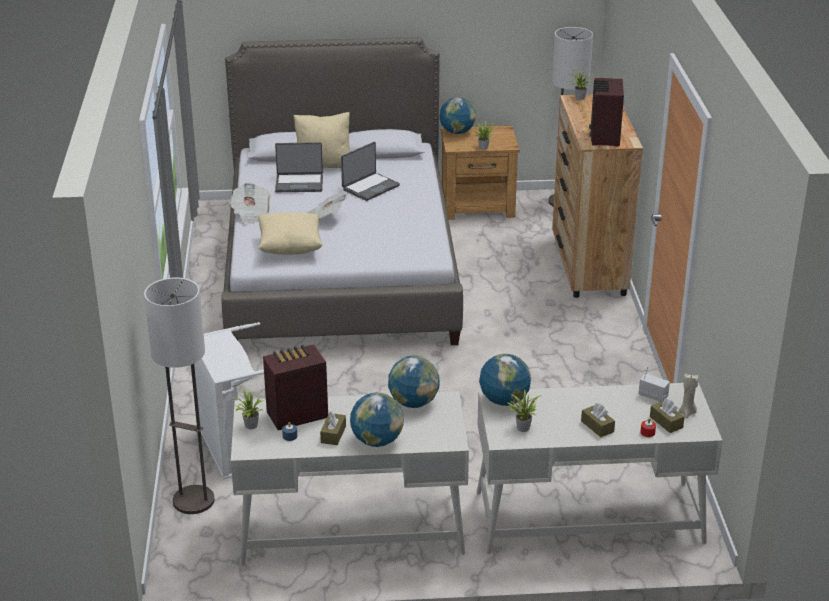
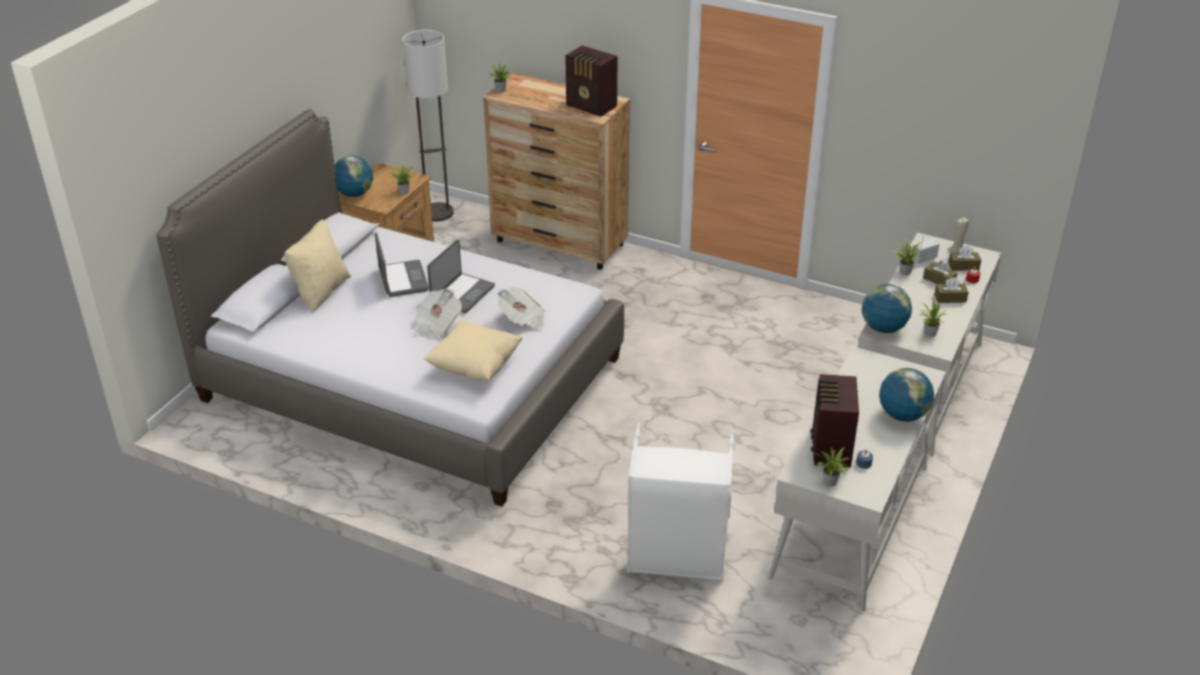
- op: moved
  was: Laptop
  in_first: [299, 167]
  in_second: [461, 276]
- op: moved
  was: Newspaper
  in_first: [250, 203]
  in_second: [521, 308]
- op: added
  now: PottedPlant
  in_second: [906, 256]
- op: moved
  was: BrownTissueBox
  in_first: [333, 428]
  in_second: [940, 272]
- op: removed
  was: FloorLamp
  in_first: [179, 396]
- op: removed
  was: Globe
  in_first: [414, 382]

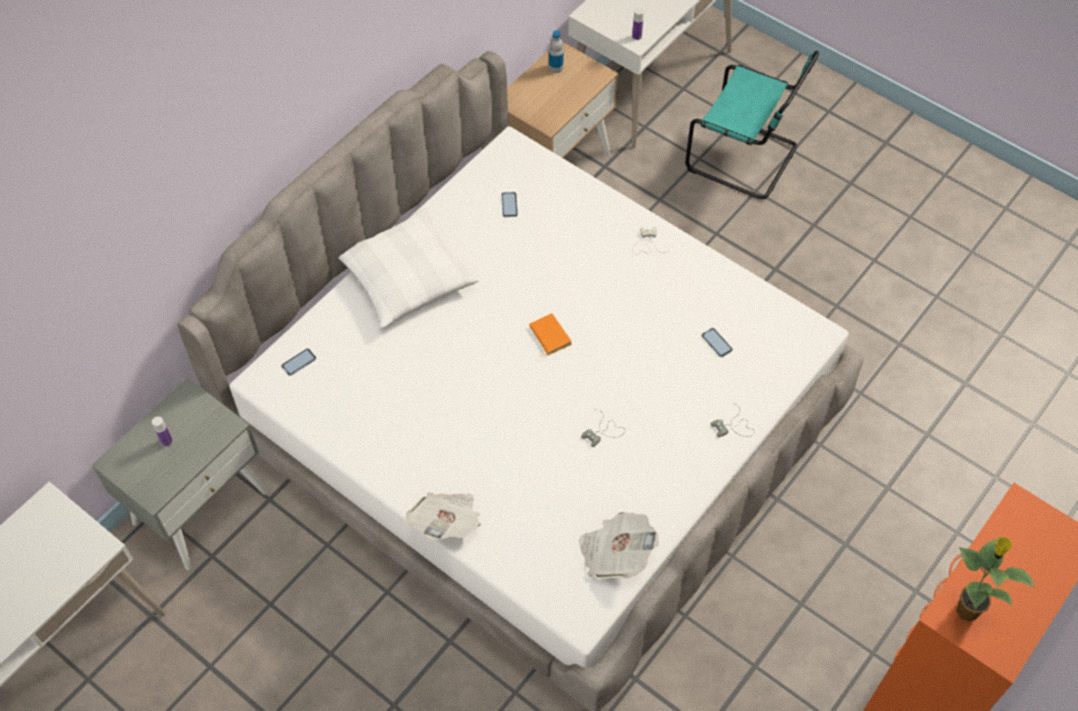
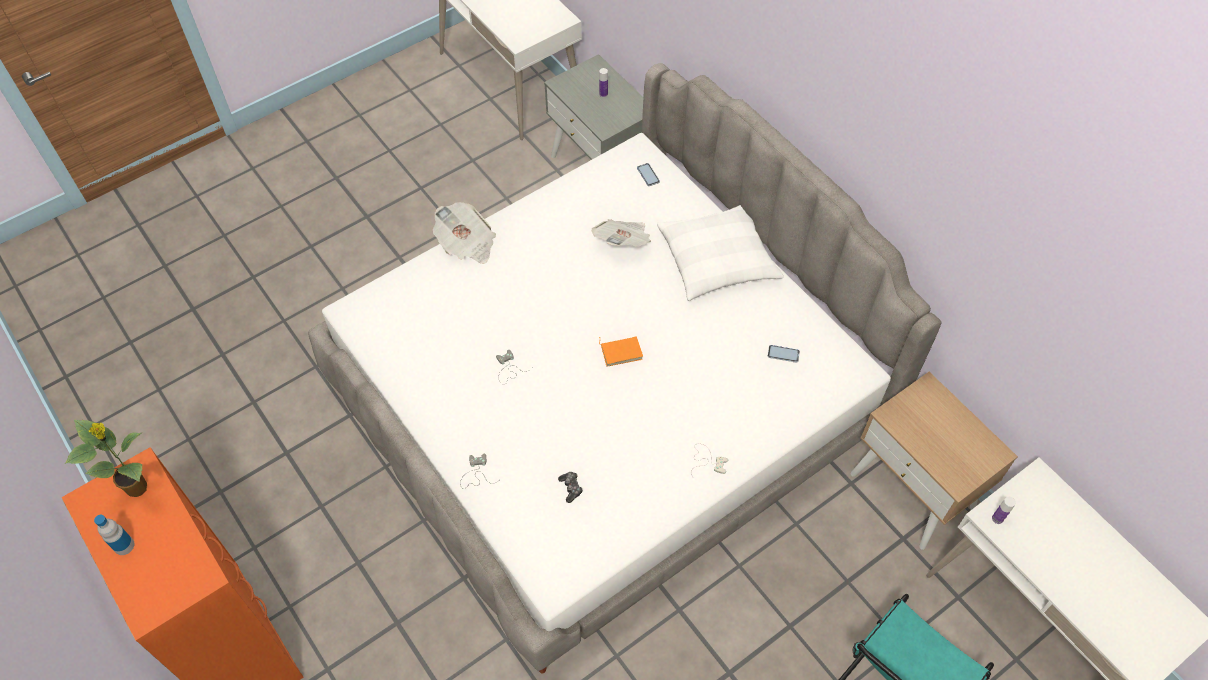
- op: moved
  was: Bottle
  in_first: [556, 51]
  in_second: [114, 535]
- op: replaced
  was: Phone
  now: GameController
  in_first: [717, 342]
  in_second: [570, 487]
- op: moved
  was: Newspaper
  in_first: [618, 545]
  in_second: [621, 233]

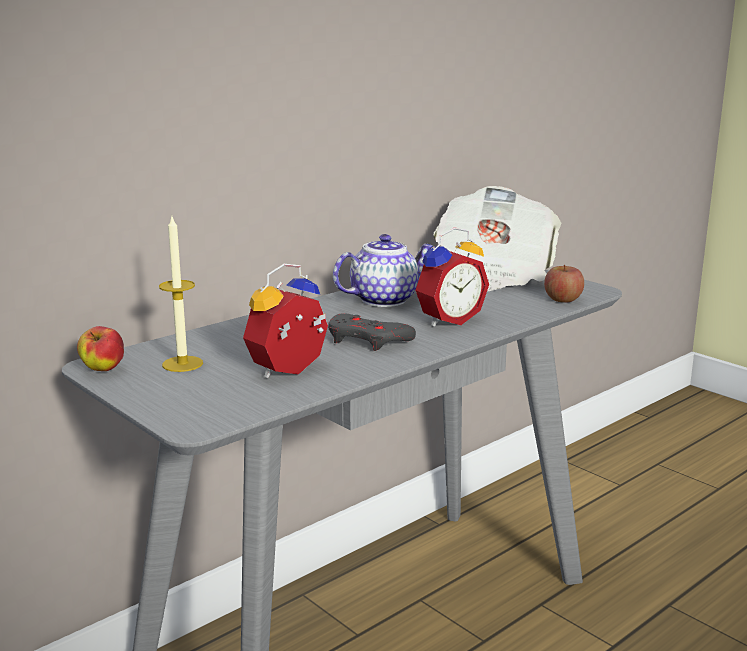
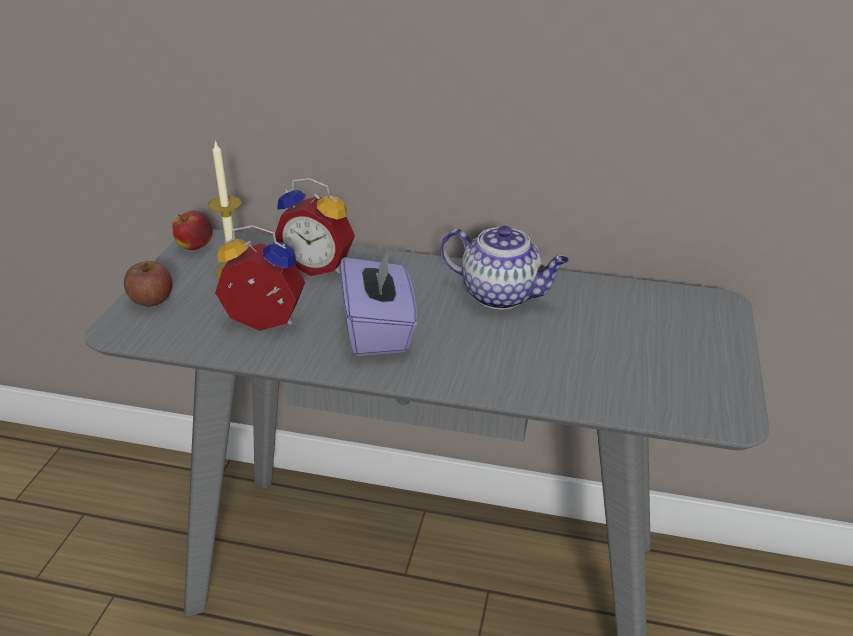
- op: moved
  was: Apple
  in_first: [564, 284]
  in_second: [148, 283]
- op: moved
  was: AlarmClock
  in_first: [452, 276]
  in_second: [315, 227]
- op: replaced
  was: GreyGameController
  now: PurpleTissueBox
  in_first: [372, 332]
  in_second: [378, 301]
- op: removed
  was: Newspaper
  in_first: [497, 238]

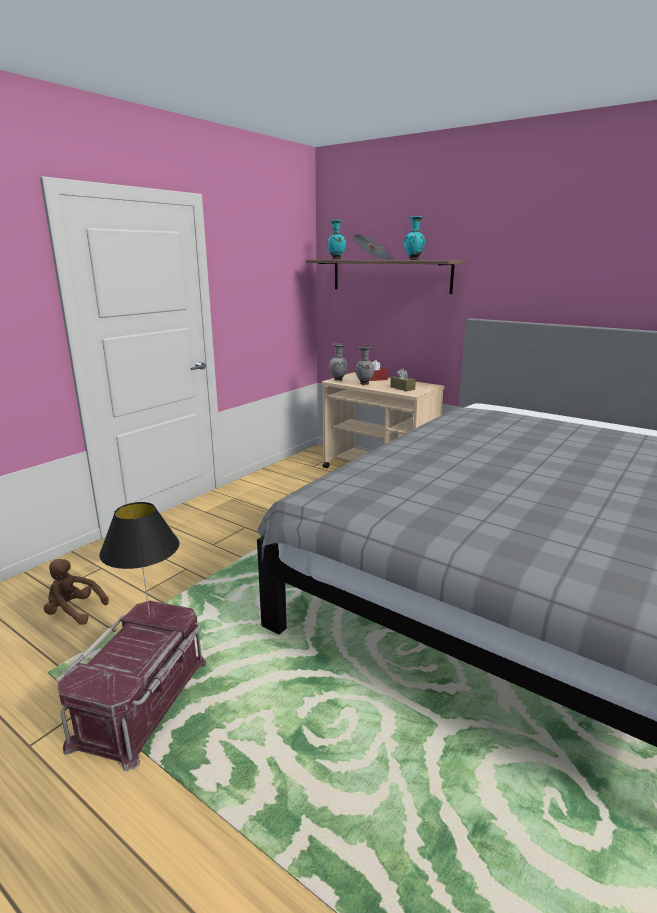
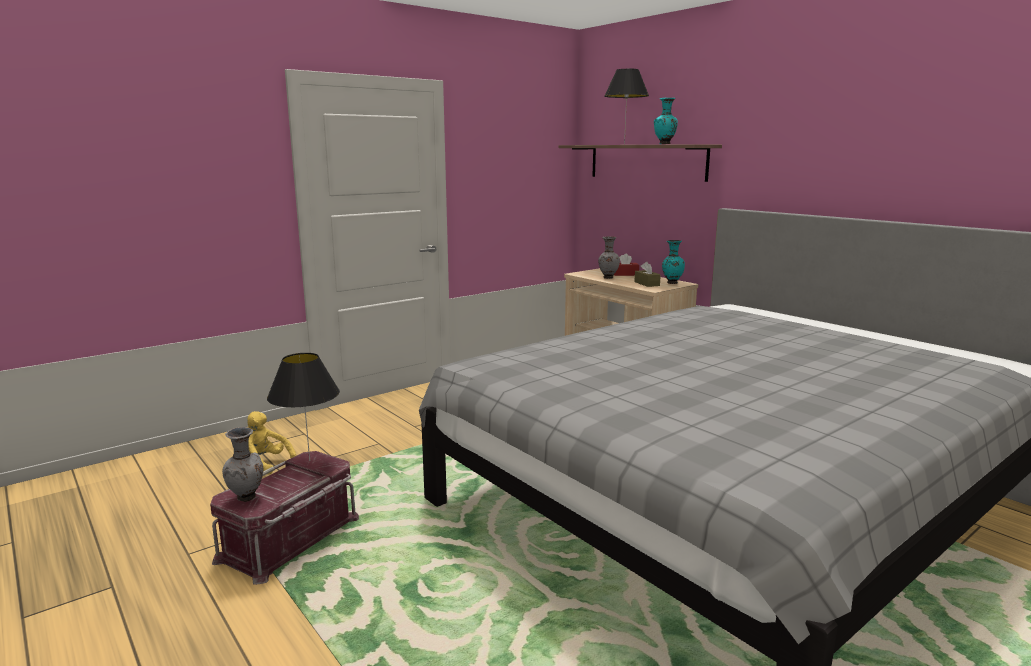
- op: moved
  was: GreyVase
  in_first: [338, 362]
  in_second: [242, 464]
- op: recoloured
  was: BrownPlushToy
  now: YellowPlushToy
  in_first: [76, 592]
  in_second: [272, 443]
- op: replaced
  was: Newspaper
  now: BlackTableLamp
  in_first: [373, 247]
  in_second: [626, 107]
- op: moved
  was: TurquoiseVase
  in_first: [336, 240]
  in_second: [673, 262]

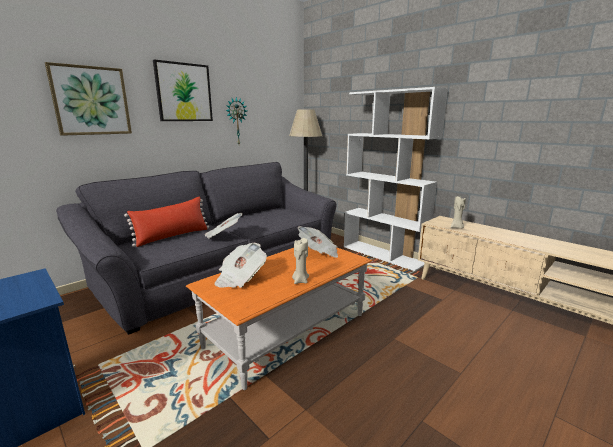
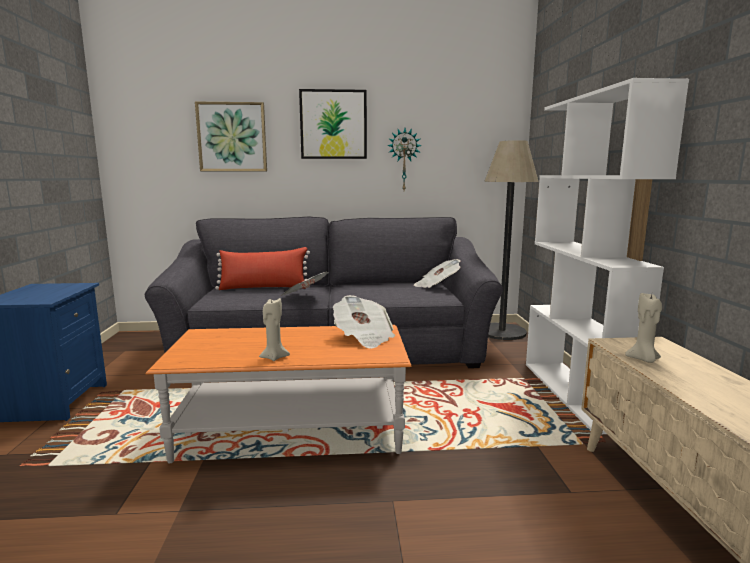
- op: moved
  was: Newspaper
  in_first: [240, 265]
  in_second: [437, 273]

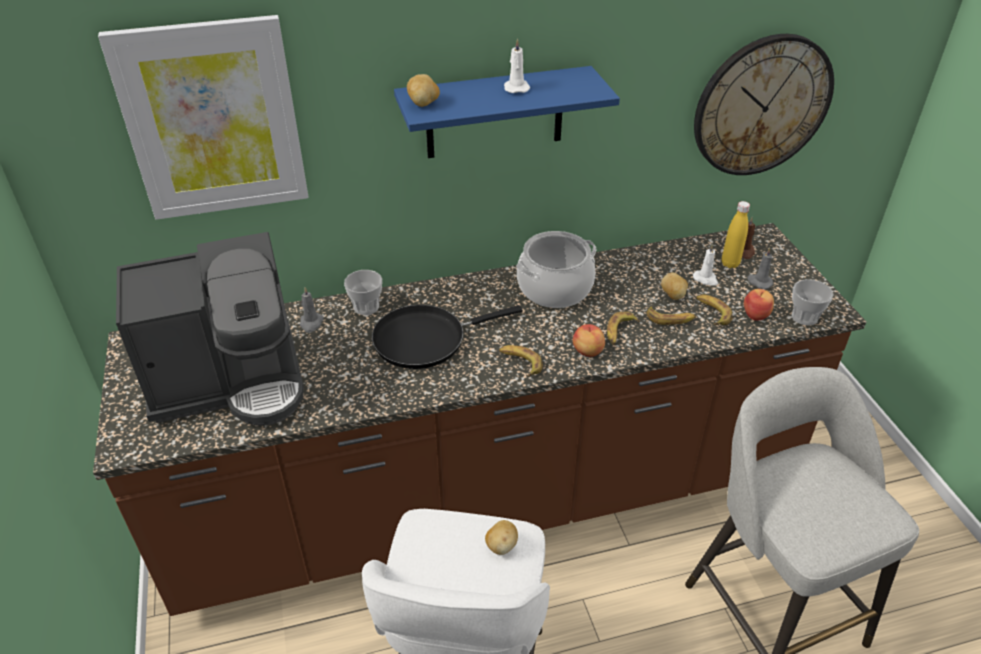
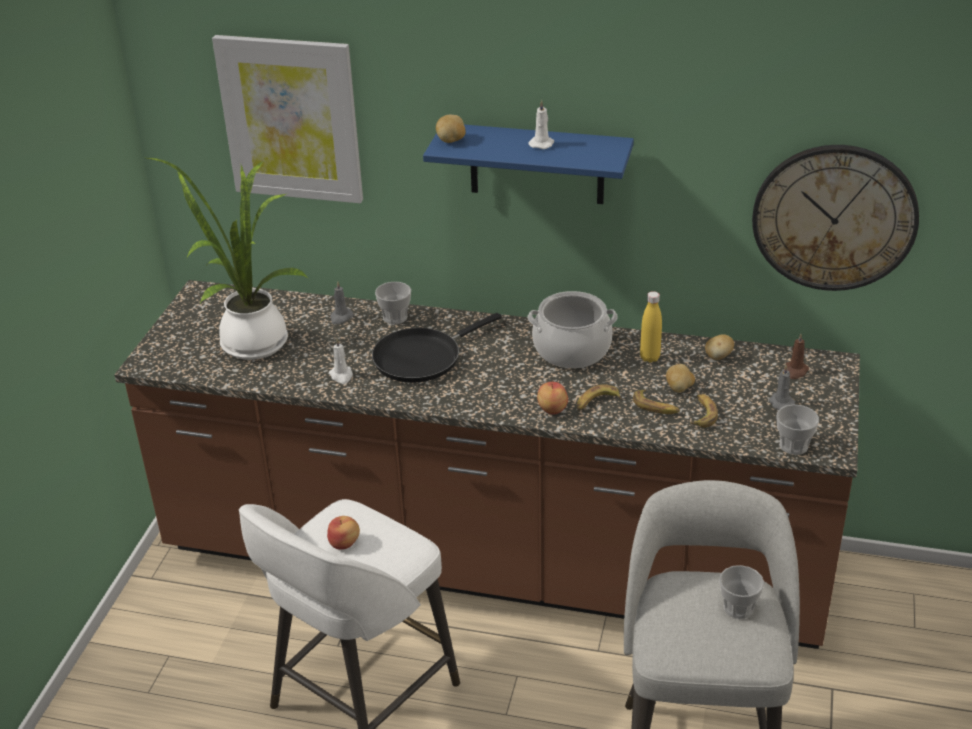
- op: replaced
  was: CoffeeMachine
  now: PottedPlant
  in_first: [210, 329]
  in_second: [227, 259]
- op: moved
  was: Apple
  in_first: [759, 305]
  in_second: [343, 533]
- op: moved
  was: WhiteCandle
  in_first: [705, 265]
  in_second: [341, 361]
- op: turned
  was: BlackFryingPan
  in_first: [447, 337]
  in_second: [436, 348]
  clockwise: -45
- op: moved
  was: YellowBottle
  in_first: [736, 234]
  in_second: [651, 327]
- op: moved
  was: Potato
  in_first: [501, 537]
  in_second: [719, 347]
- op: added
  now: Cup
  in_second: [741, 592]
- op: removed
  was: Banana
  in_first: [521, 361]

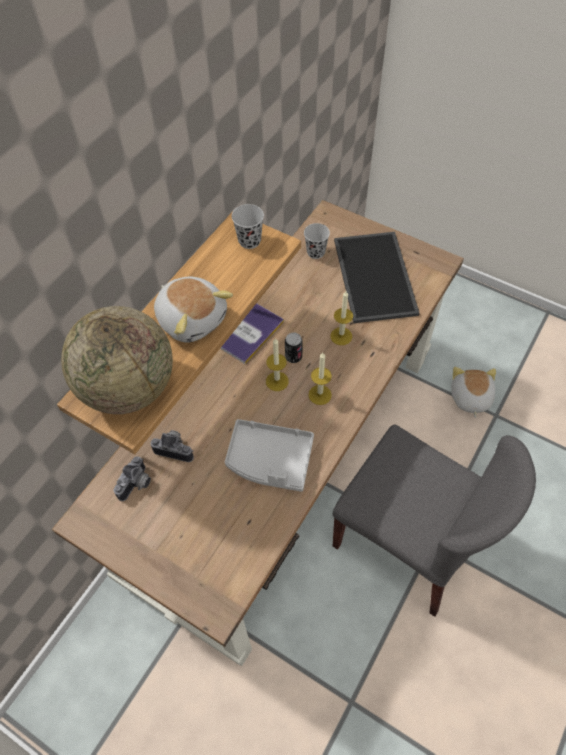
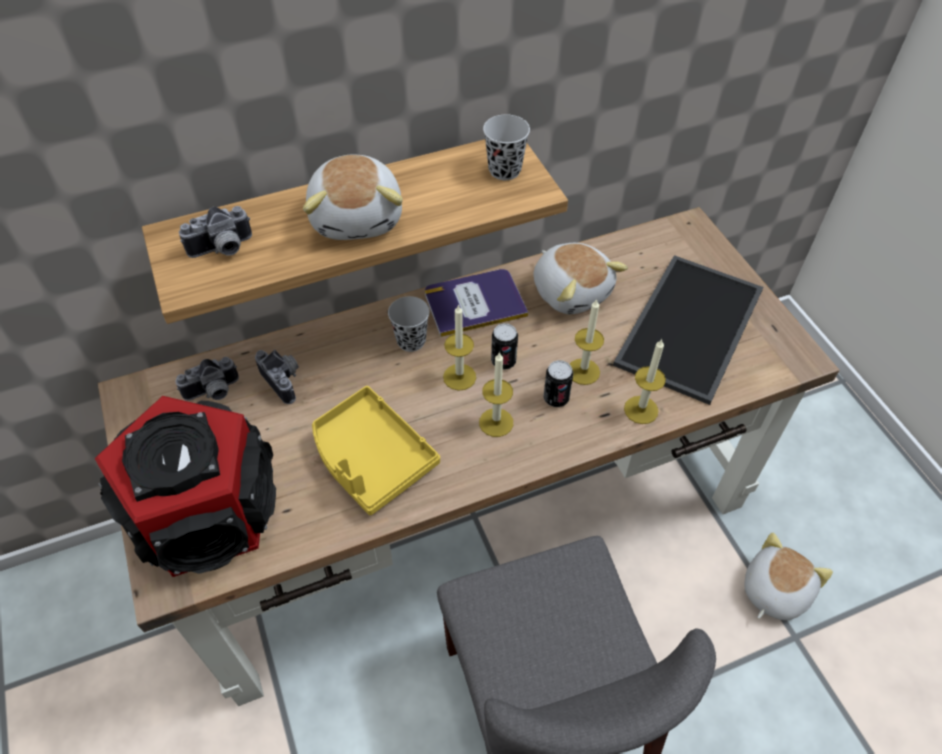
- op: added
  now: Speaker
  in_second: [185, 486]
- op: replaced
  was: Globe
  now: PhotoCamera
  in_first: [117, 360]
  in_second: [215, 232]
- op: recoloured
  was: GreyTray
  now: YellowTray
  in_first: [269, 455]
  in_second: [376, 450]
- op: moved
  was: BlackCup
  in_first: [317, 241]
  in_second: [409, 324]
- op: added
  now: PlushToy
  in_second: [580, 279]
- op: added
  now: Can
  in_second: [558, 383]
- op: added
  now: Candle
  in_second: [645, 381]

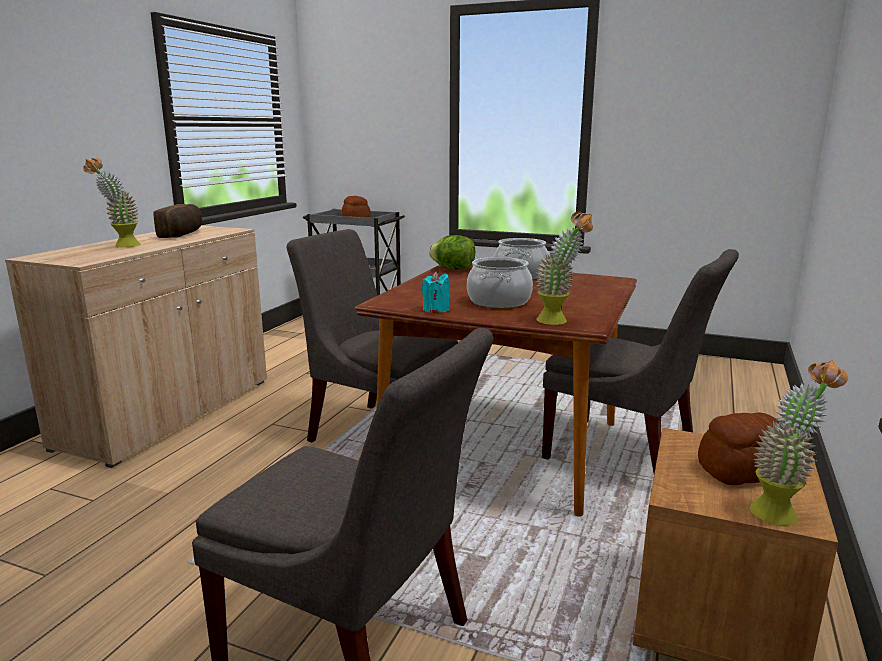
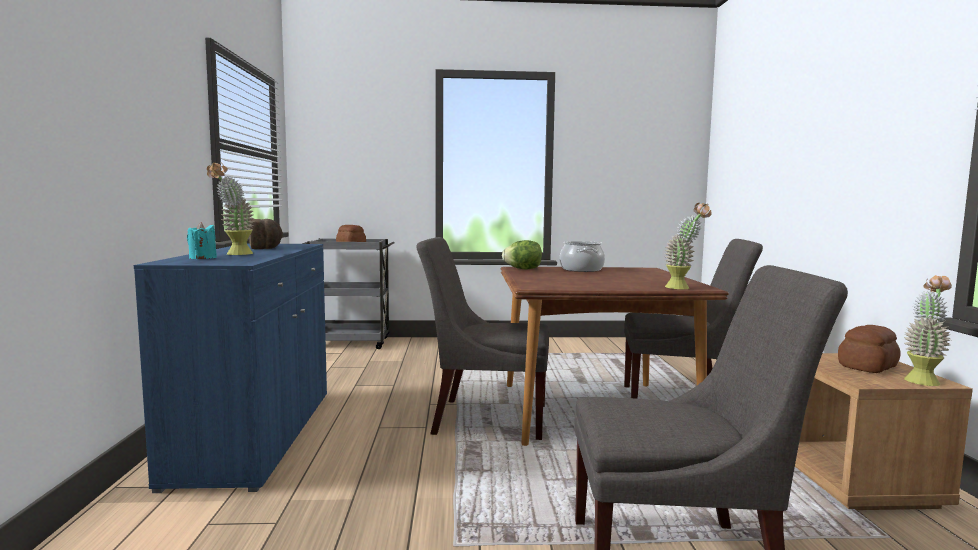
- op: recoloured
  was: BeigeCabinet
  now: BlueCabinet
  in_first: [136, 347]
  in_second: [230, 368]
- op: moved
  was: TurquoiseCandle
  in_first: [435, 292]
  in_second: [202, 240]
- op: removed
  was: CookingPot
  in_first: [500, 282]

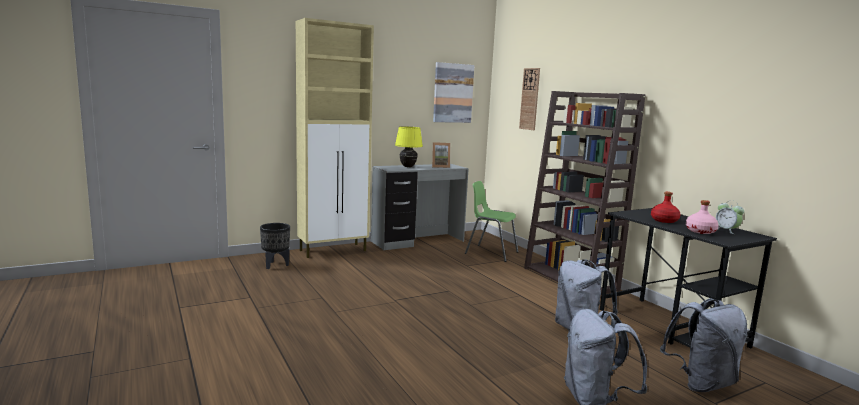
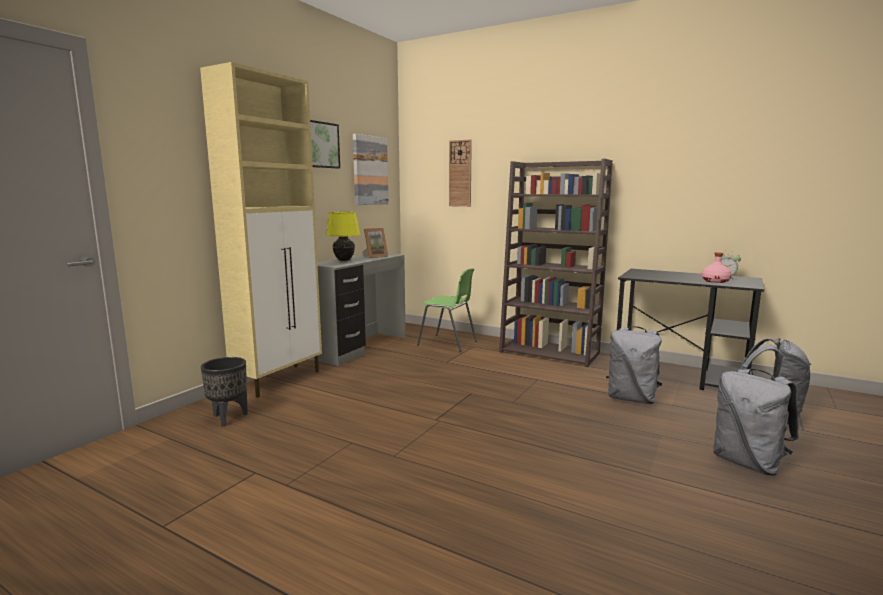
- op: added
  now: Picture
  in_second: [325, 144]
- op: turned
  was: GreenChair
  in_first: [491, 221]
  in_second: [447, 310]
  clockwise: -150
- op: removed
  was: RedBottle
  in_first: [666, 207]

